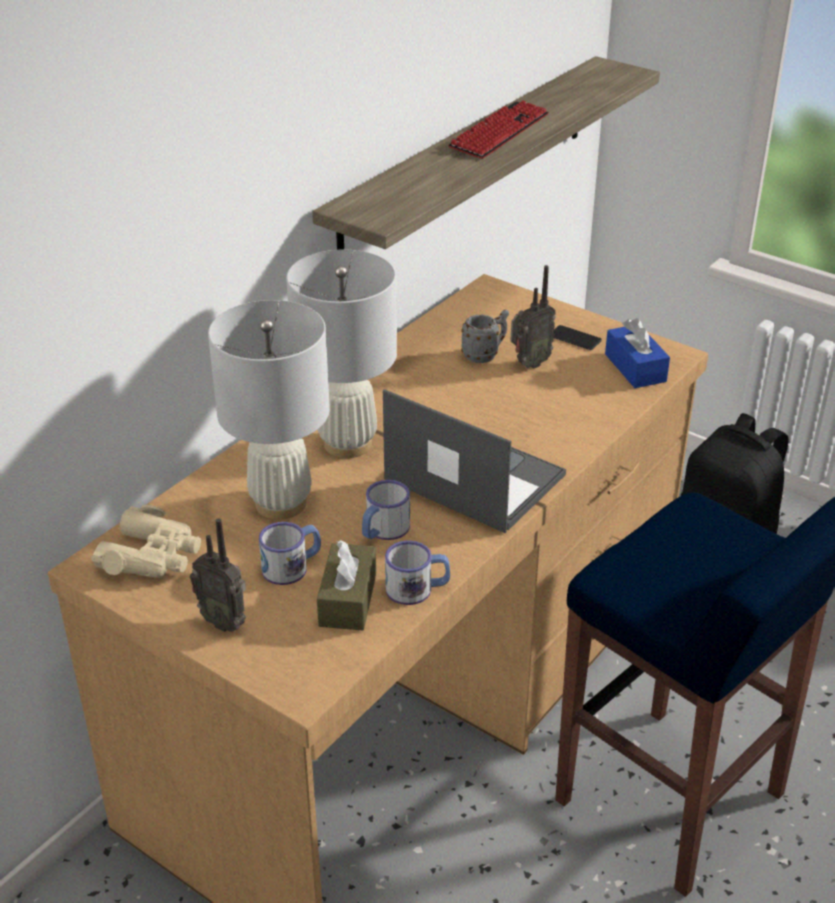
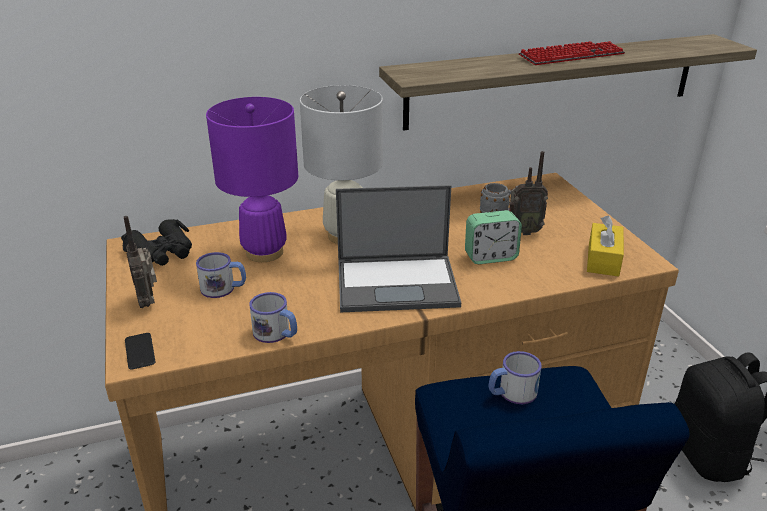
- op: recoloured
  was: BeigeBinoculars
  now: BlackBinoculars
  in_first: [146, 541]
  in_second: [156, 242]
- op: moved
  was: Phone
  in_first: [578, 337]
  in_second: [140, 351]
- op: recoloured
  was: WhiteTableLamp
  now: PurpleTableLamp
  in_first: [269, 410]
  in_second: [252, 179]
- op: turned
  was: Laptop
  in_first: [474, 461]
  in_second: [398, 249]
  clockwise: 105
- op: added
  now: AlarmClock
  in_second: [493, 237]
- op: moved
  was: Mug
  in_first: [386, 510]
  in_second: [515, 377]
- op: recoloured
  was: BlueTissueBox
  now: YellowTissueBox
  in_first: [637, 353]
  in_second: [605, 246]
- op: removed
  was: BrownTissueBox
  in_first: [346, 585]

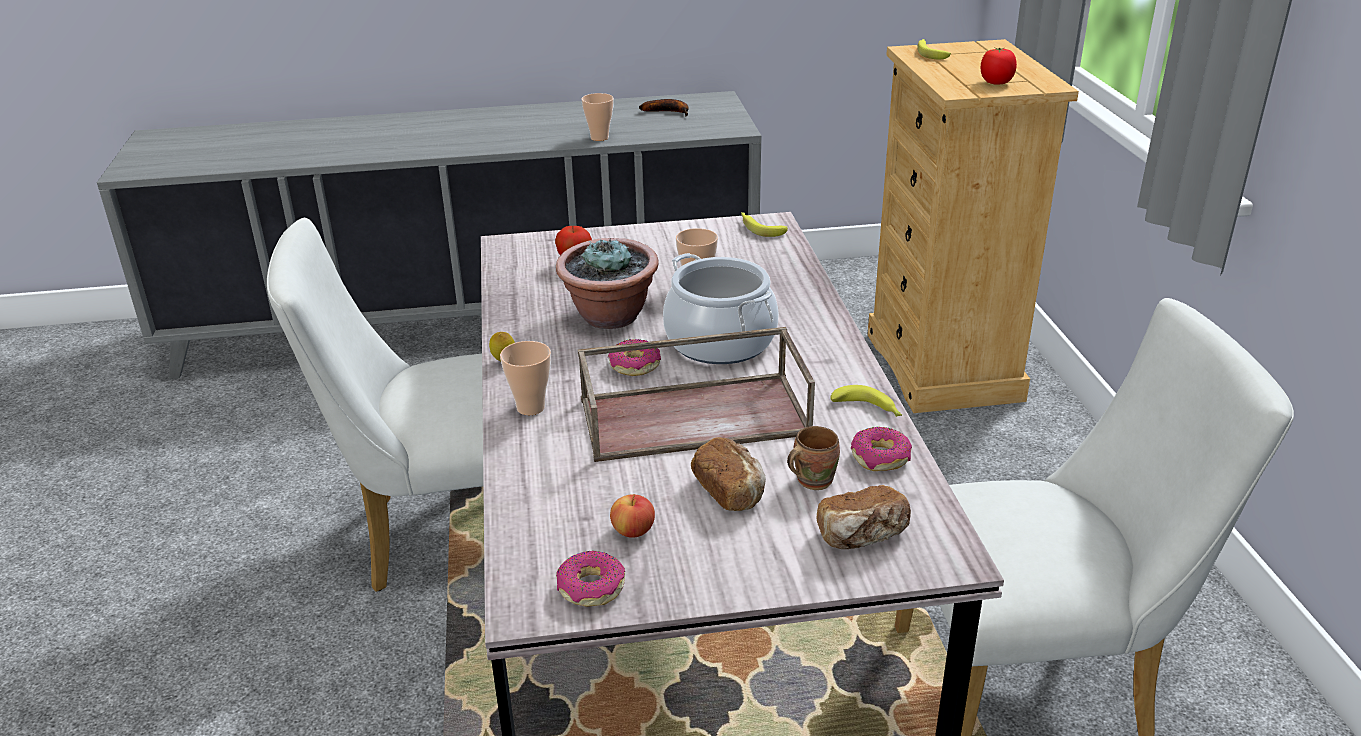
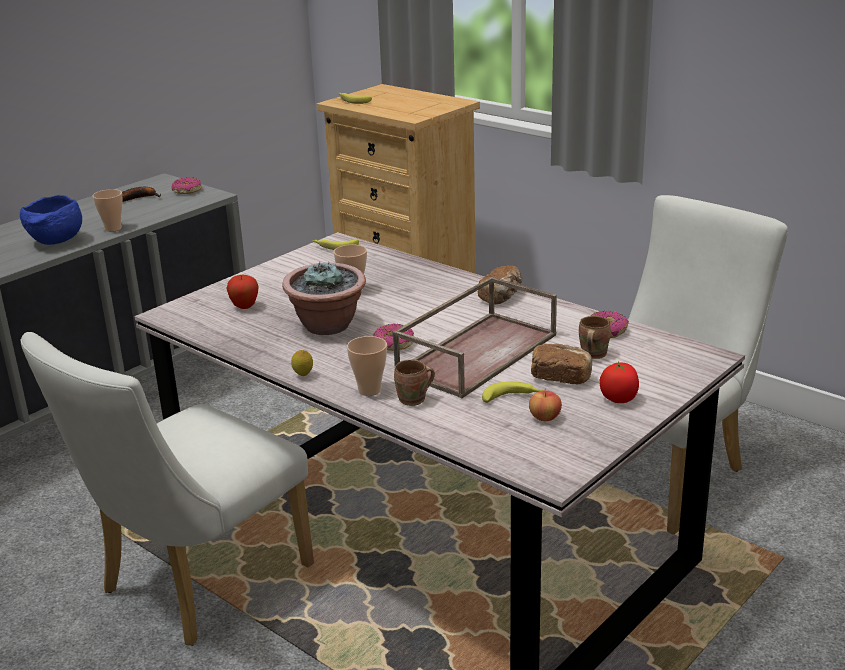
- op: added
  now: BlueBowl
  in_second: [51, 220]
- op: moved
  was: Donut
  in_first: [590, 579]
  in_second: [186, 185]
- op: added
  now: BrownMug
  in_second: [414, 383]
- op: moved
  was: Bread
  in_first: [863, 517]
  in_second: [500, 285]
- op: moved
  was: Banana
  in_first: [866, 401]
  in_second: [513, 392]
- op: moved
  was: Tomato
  in_first: [999, 66]
  in_second: [619, 382]
- op: removed
  was: CookingPot
  in_first: [721, 308]

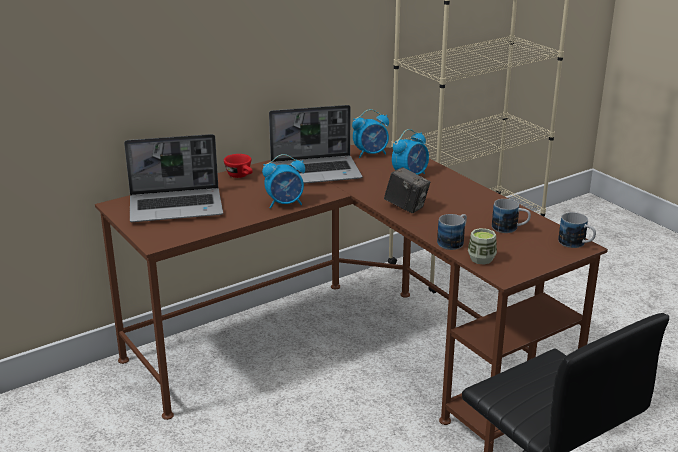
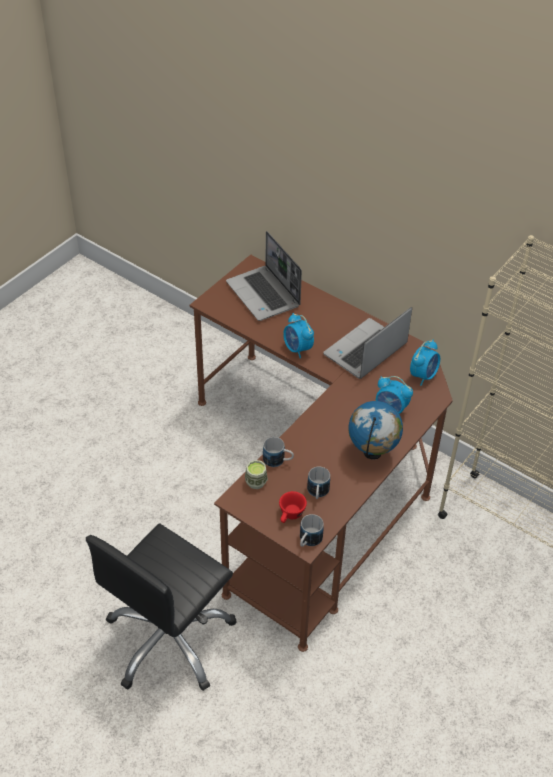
- op: moved
  was: RedCup
  in_first: [238, 166]
  in_second: [293, 507]
- op: turned
  was: Laptop
  in_first: [315, 144]
  in_second: [367, 343]
  clockwise: 75
- op: added
  now: Globe
  in_second: [376, 430]
- op: turned
  was: AlarmClock
  in_first: [370, 133]
  in_second: [425, 363]
  clockwise: -105
- op: removed
  was: PhotoCamera
  in_first: [407, 190]

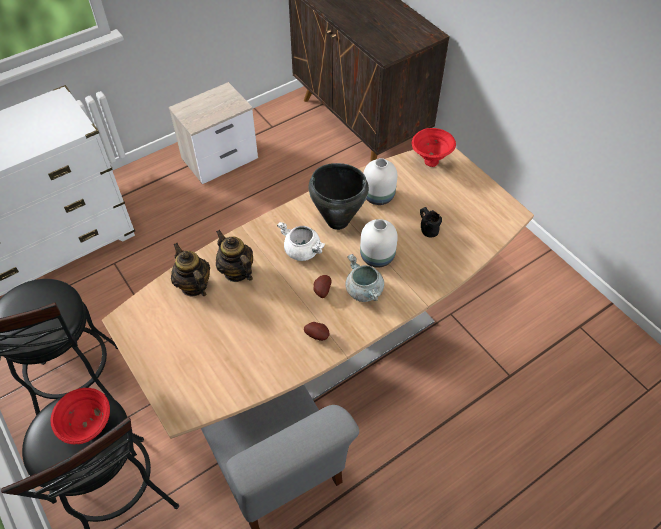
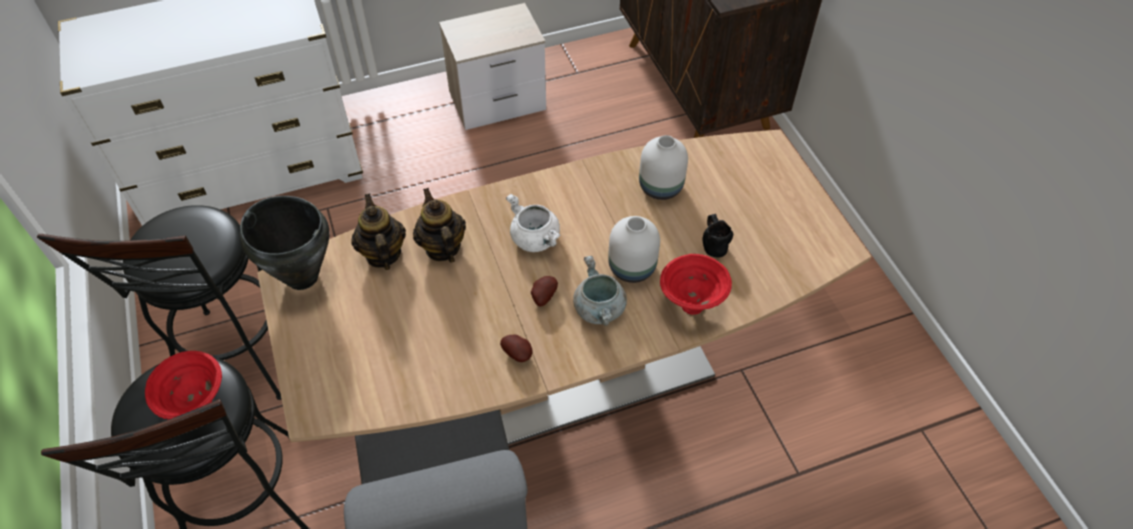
- op: moved
  was: BlackCookingPot
  in_first: [339, 196]
  in_second: [285, 243]
- op: moved
  was: RedBowl
  in_first: [434, 147]
  in_second: [696, 284]

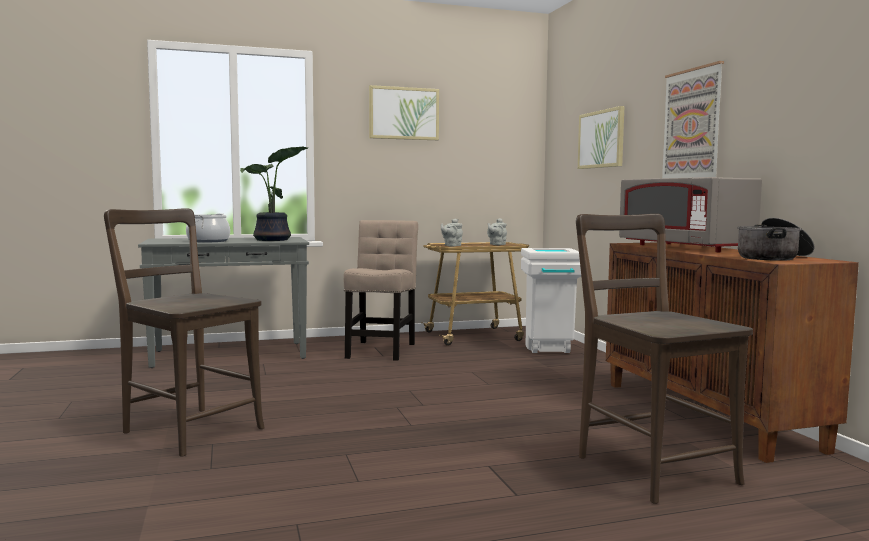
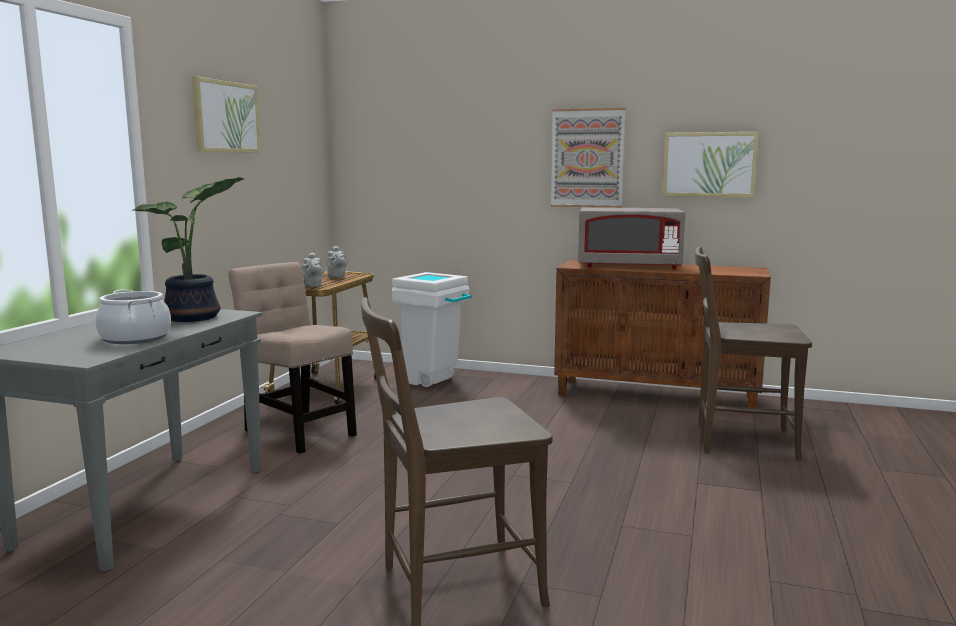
- op: moved
  was: Picture
  in_first: [601, 137]
  in_second: [710, 164]
- op: removed
  was: CookingPot
  in_first: [775, 239]

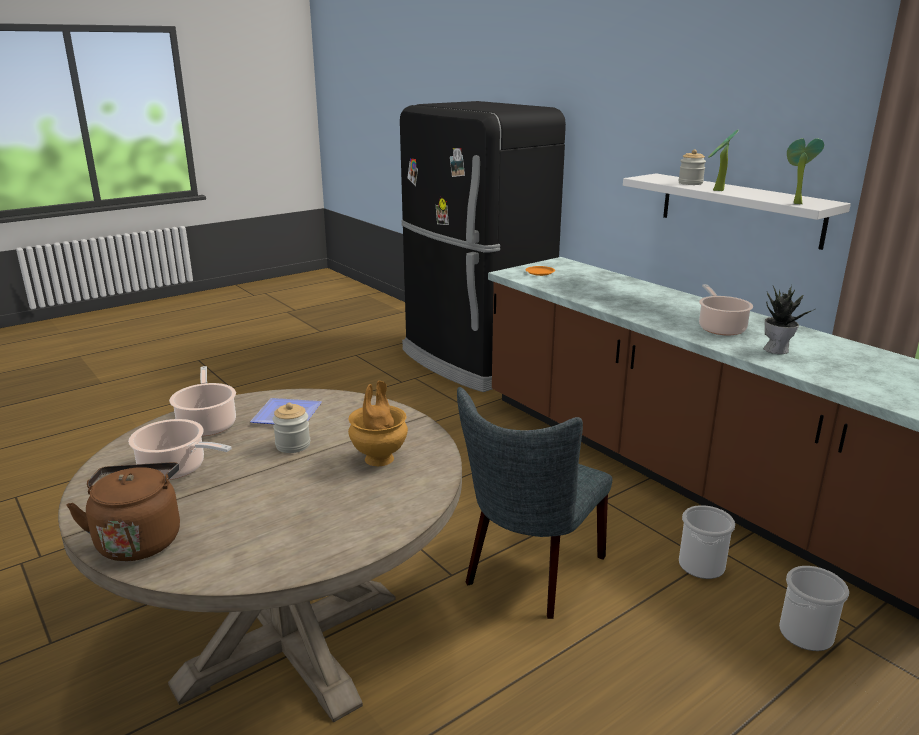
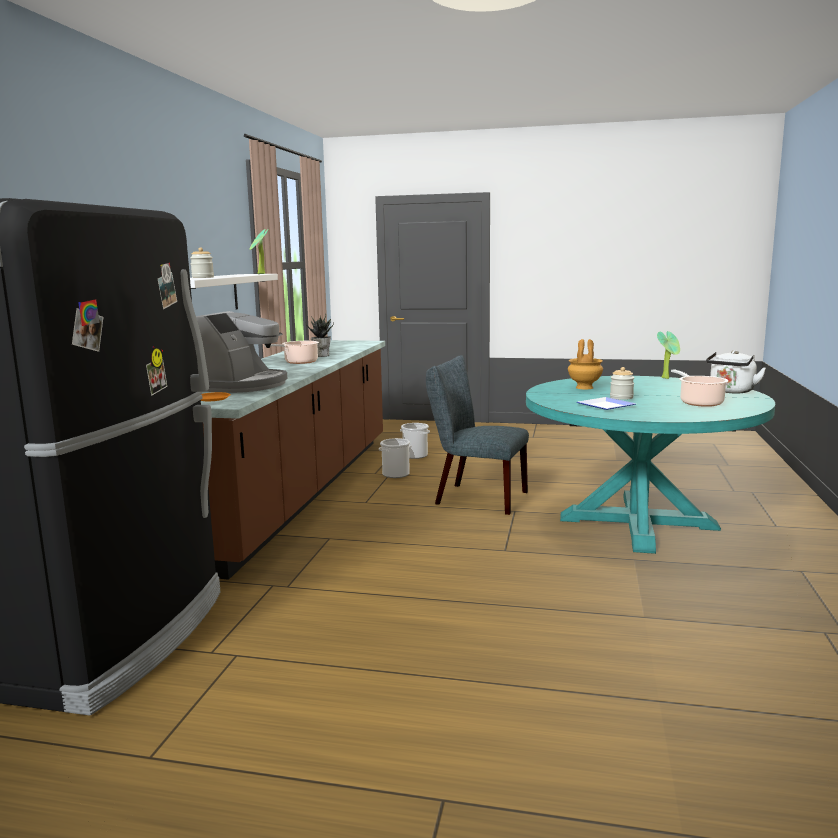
- op: added
  now: CoffeeMachine
  in_second: [241, 352]
- op: turned
  was: GreyChair
  in_first: [534, 503]
  in_second: [477, 435]
  clockwise: -150
- op: recoloured
  was: BeigeDiningTable
  now: TurquoiseDiningTable
  in_first: [260, 556]
  in_second: [650, 465]
- op: moved
  was: PottedPlant
  in_first: [723, 160]
  in_second: [668, 355]
- op: recoloured
  was: BrownKettle
  now: WhiteKettle
  in_first: [123, 511]
  in_second: [736, 371]
- op: removed
  was: CookingPot
  in_first: [202, 401]

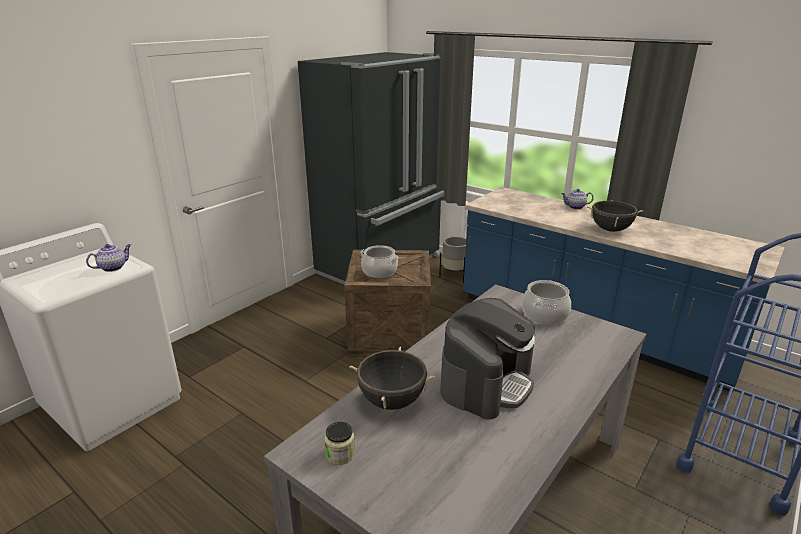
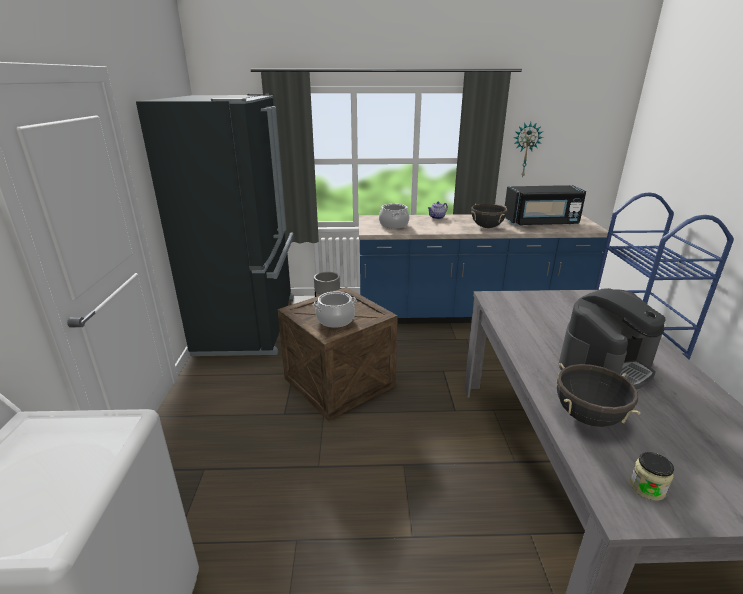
- op: moved
  was: CookingPot
  in_first: [546, 302]
  in_second: [394, 216]
- op: added
  now: BlackMicrowave
  in_second: [545, 205]
- op: added
  now: WallClock
  in_second: [528, 150]
- op: turned
  was: CoffeeMachine
  in_first: [487, 359]
  in_second: [611, 338]
  clockwise: 60
- op: removed
  was: Teapot
  in_first: [108, 258]

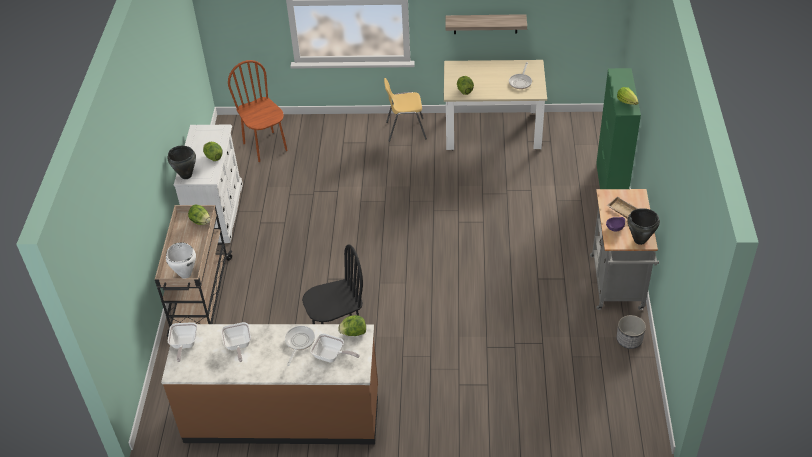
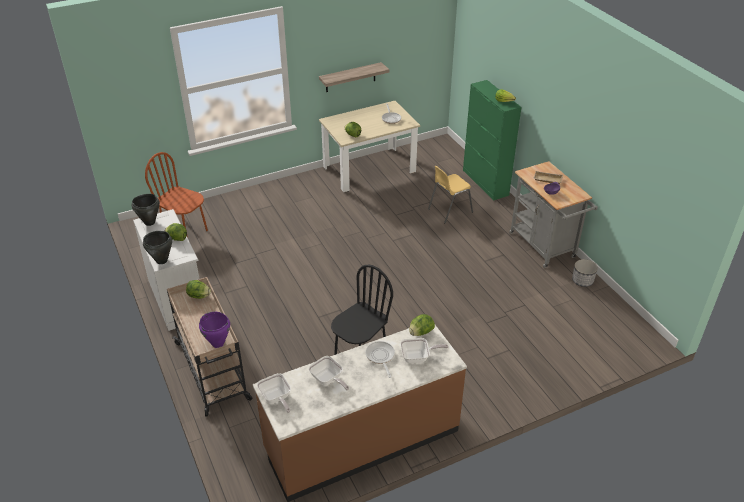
- op: moved
  was: BlackCookingPot
  in_first: [643, 226]
  in_second: [146, 210]
- op: recoloured
  was: WhiteCookingPot
  now: PurpleCookingPot
  in_first: [181, 260]
  in_second: [214, 330]
- op: moved
  was: YellowChair
  in_first: [405, 110]
  in_second: [450, 195]

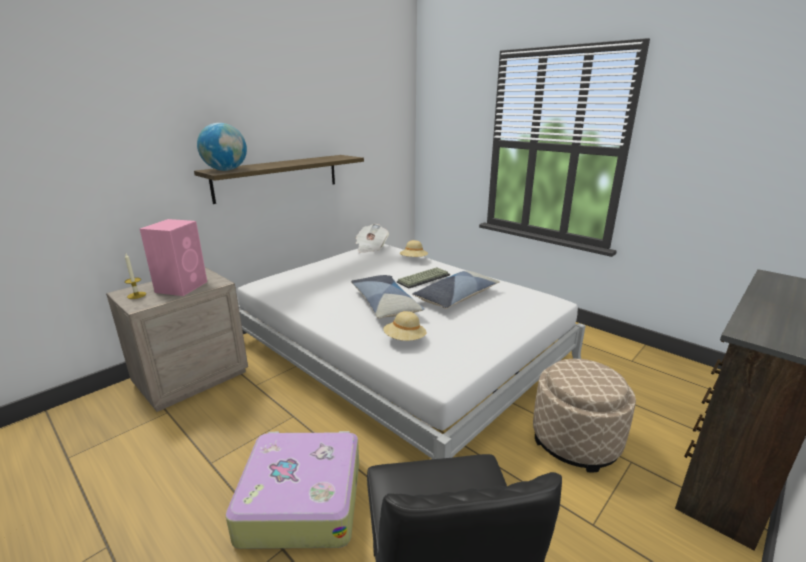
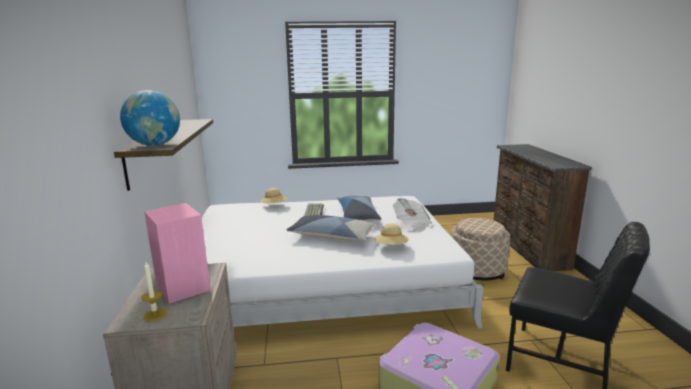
- op: moved
  was: Newspaper
  in_first: [372, 238]
  in_second: [412, 215]

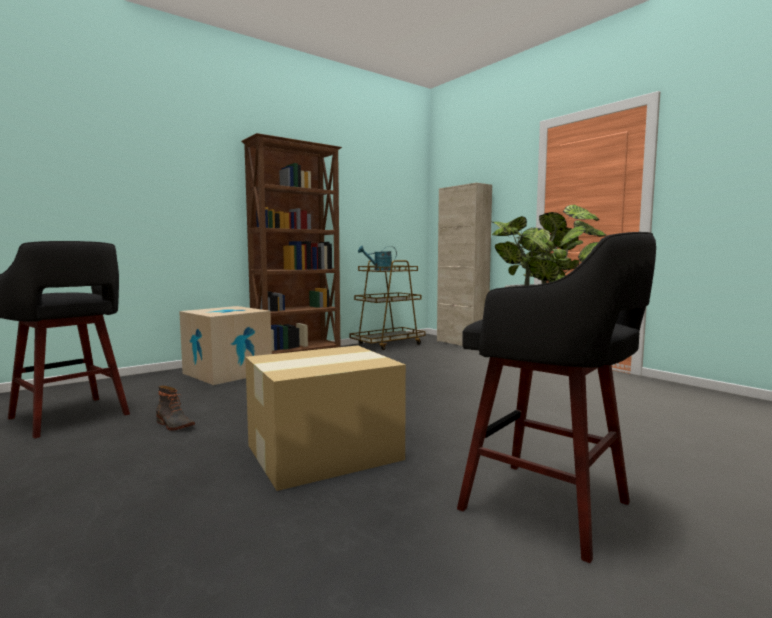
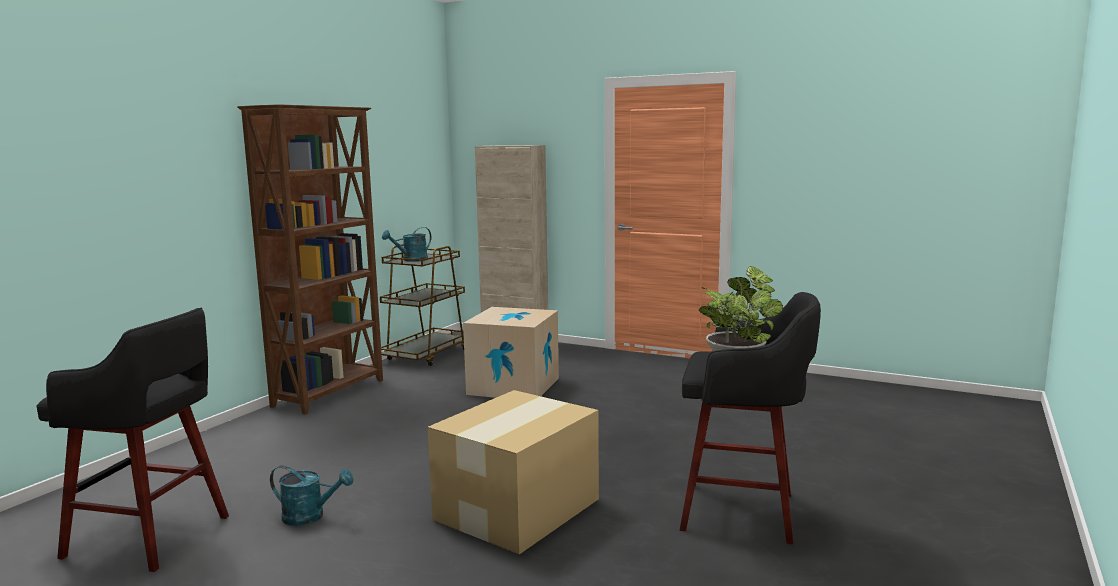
- op: replaced
  was: Boot
  now: TurquoiseWateringCan
  in_first: [175, 408]
  in_second: [312, 495]
- op: moved
  was: CardboardBox
  in_first: [225, 345]
  in_second: [511, 352]

